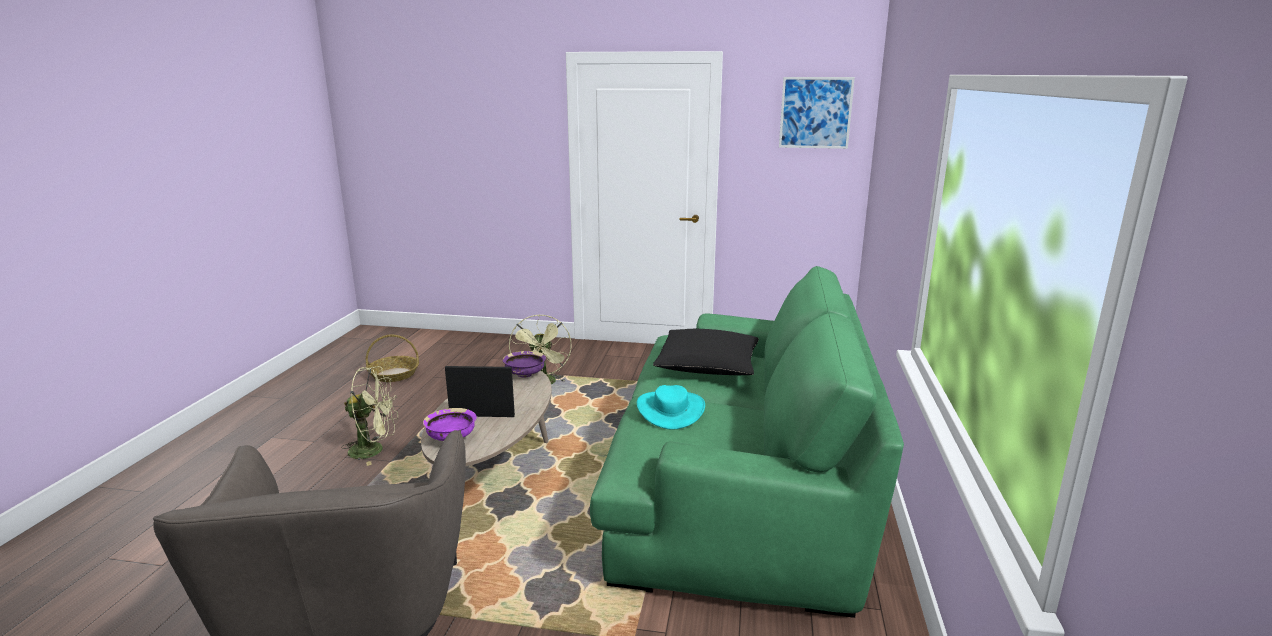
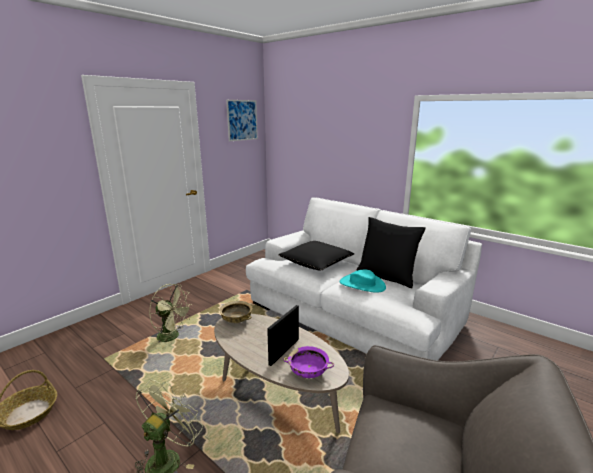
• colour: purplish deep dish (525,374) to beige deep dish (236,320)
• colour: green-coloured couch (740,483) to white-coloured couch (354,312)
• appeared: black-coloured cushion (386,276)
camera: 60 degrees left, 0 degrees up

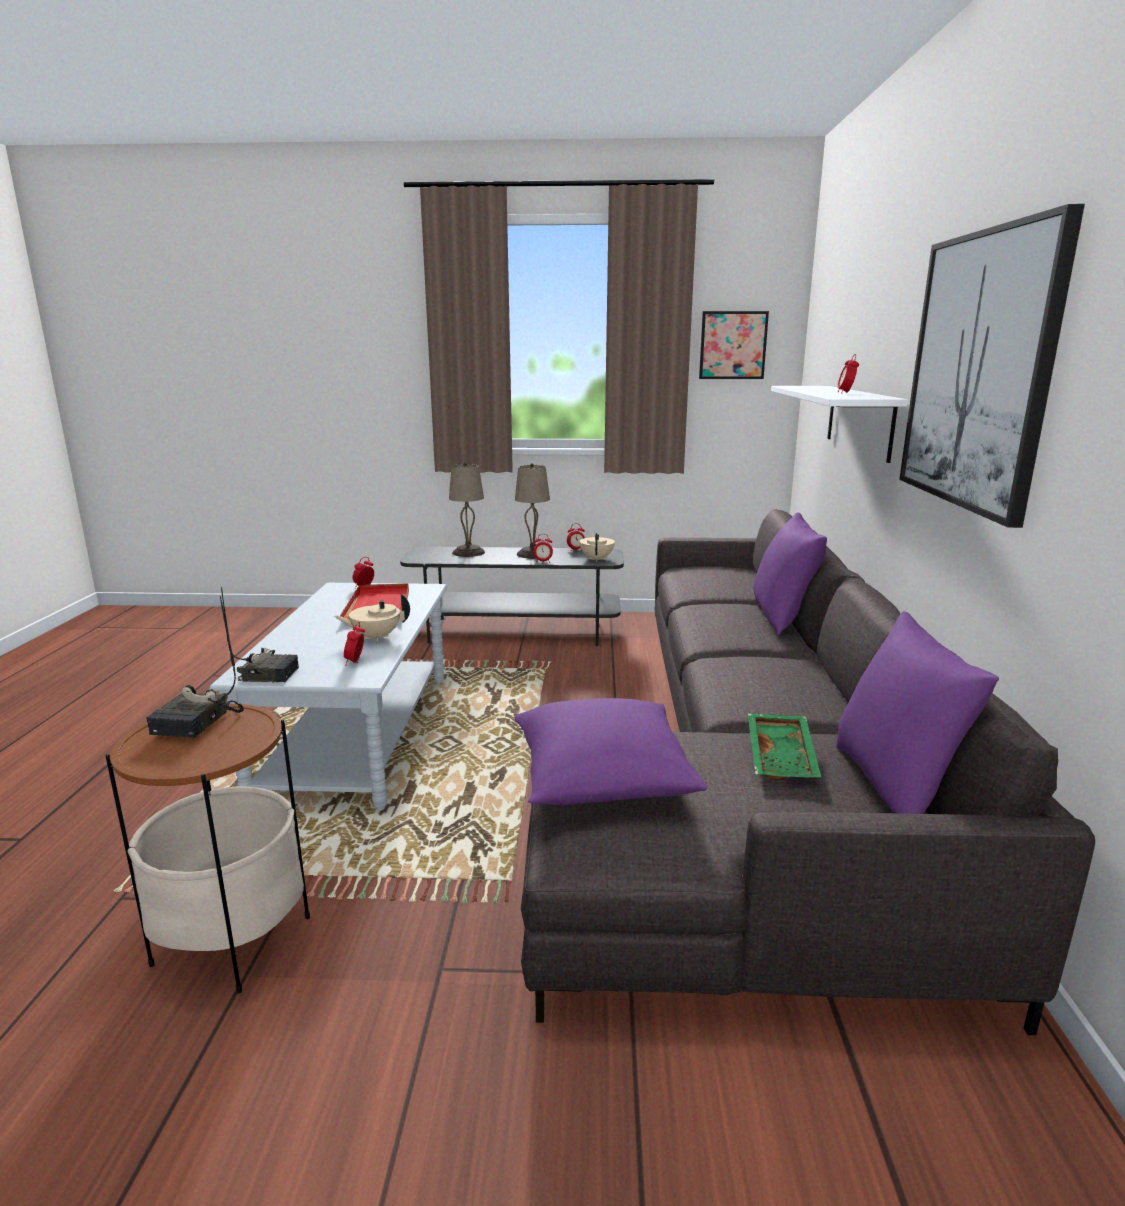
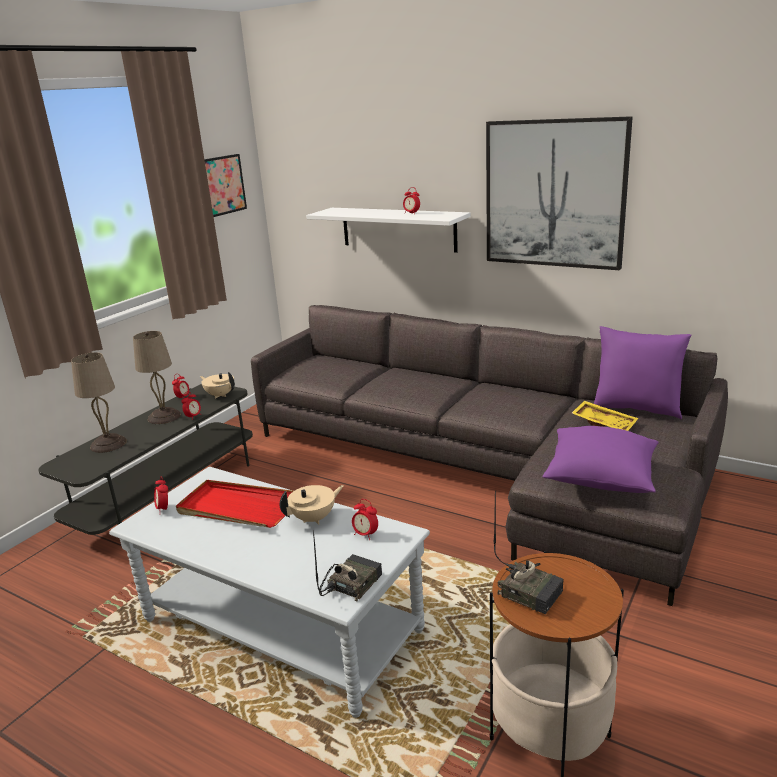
• spun: beige pot for tea (375,637) = (314,518) 135 degrees counterclockwise
• colour: green-coloured tray (783,757) to yellow tray (604,423)
• missing: purplish cushion (783,618)
camera: 60 degrees left, 5 degrees up

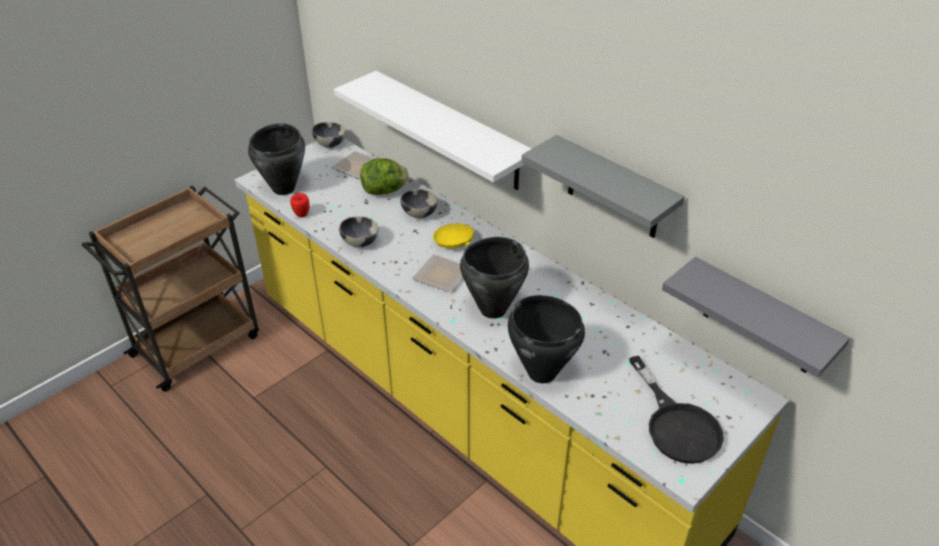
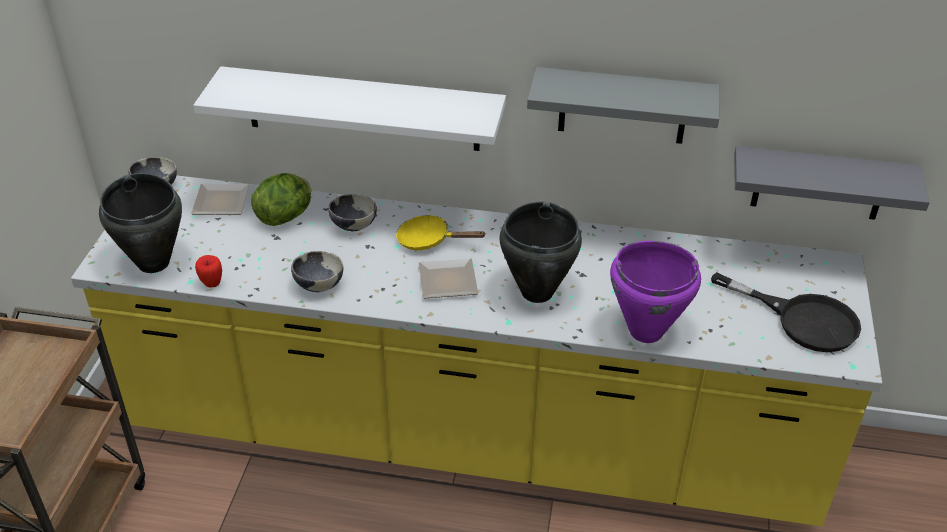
• colour: black-coloured saucepot (541,372) to purplish saucepot (645,331)
camera: 35 degrees left, 0 degrees up

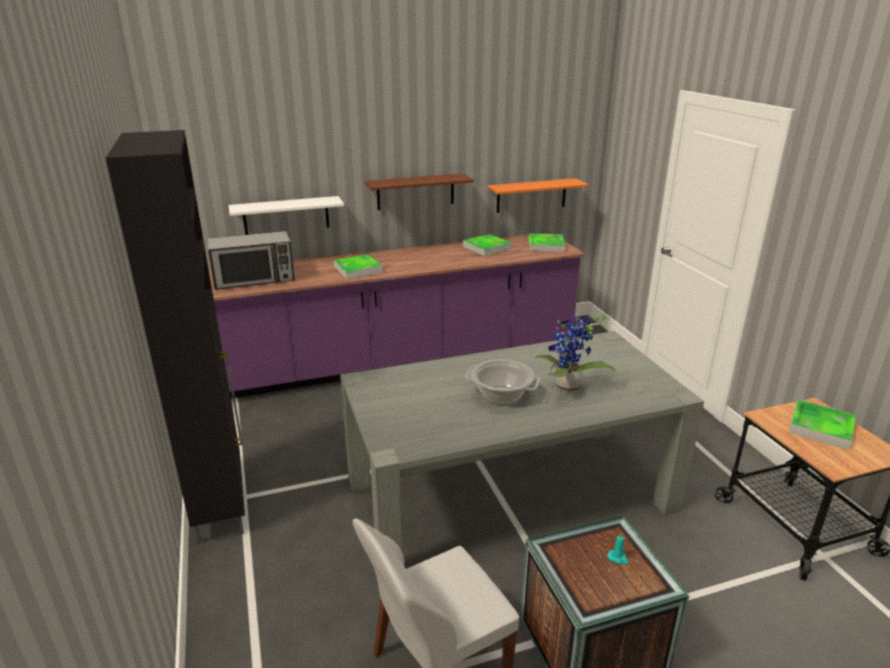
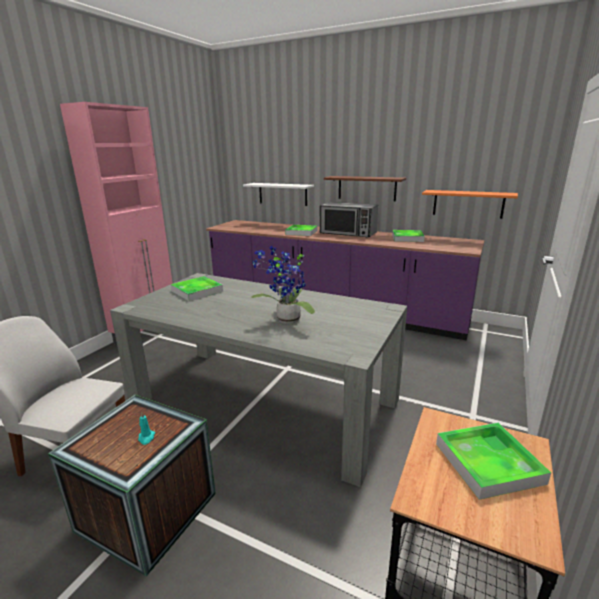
• colour: black-coloured storage cabinet (221,503) to pinkish storage cabinet (147,334)
• relocated: microwave oven (254,280) to (348,233)
• missing: saucepot (501,395)
• relocated: tray (546,245) to (197,291)
camera: 45 degrees right, 5 degrees down

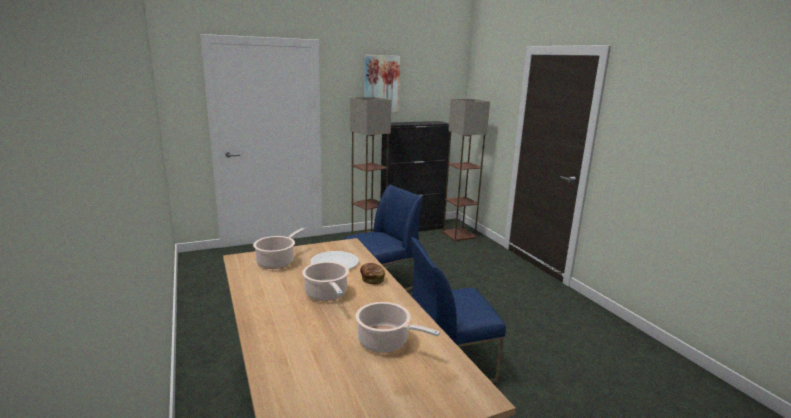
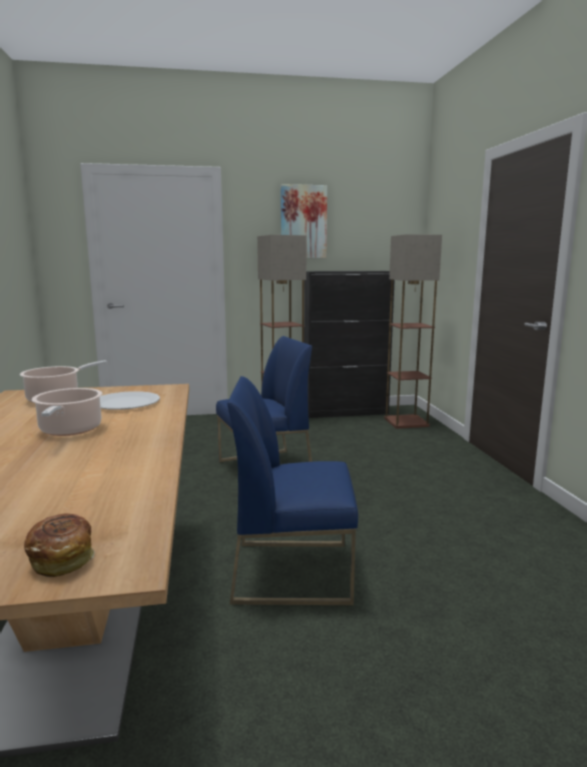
• missing: saucepot (385,342)
• relocated: bakery bread (372,279) to (62,559)
camera: 15 degrees right, 5 degrees down

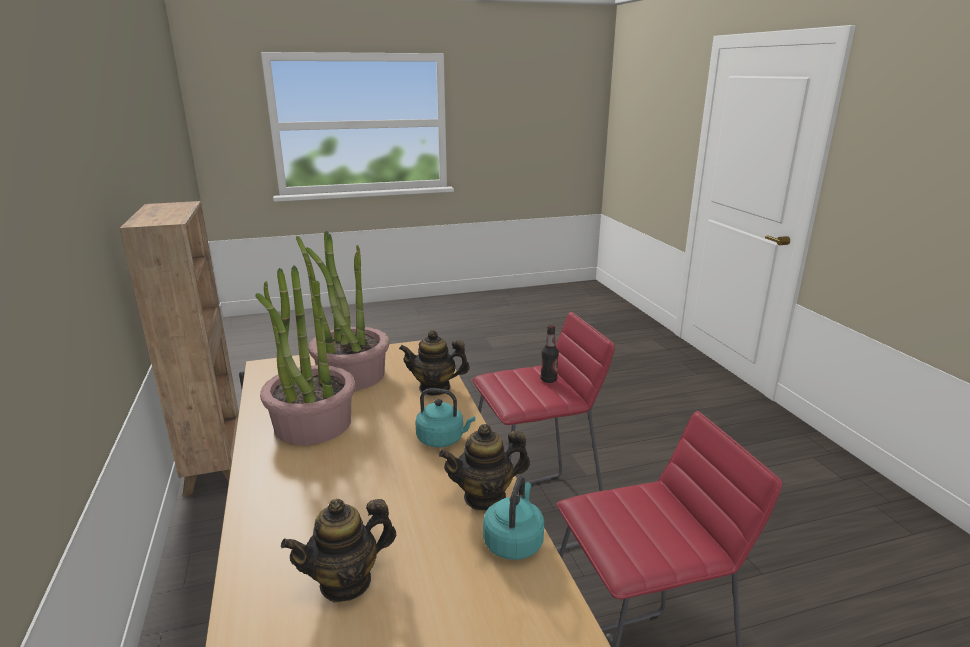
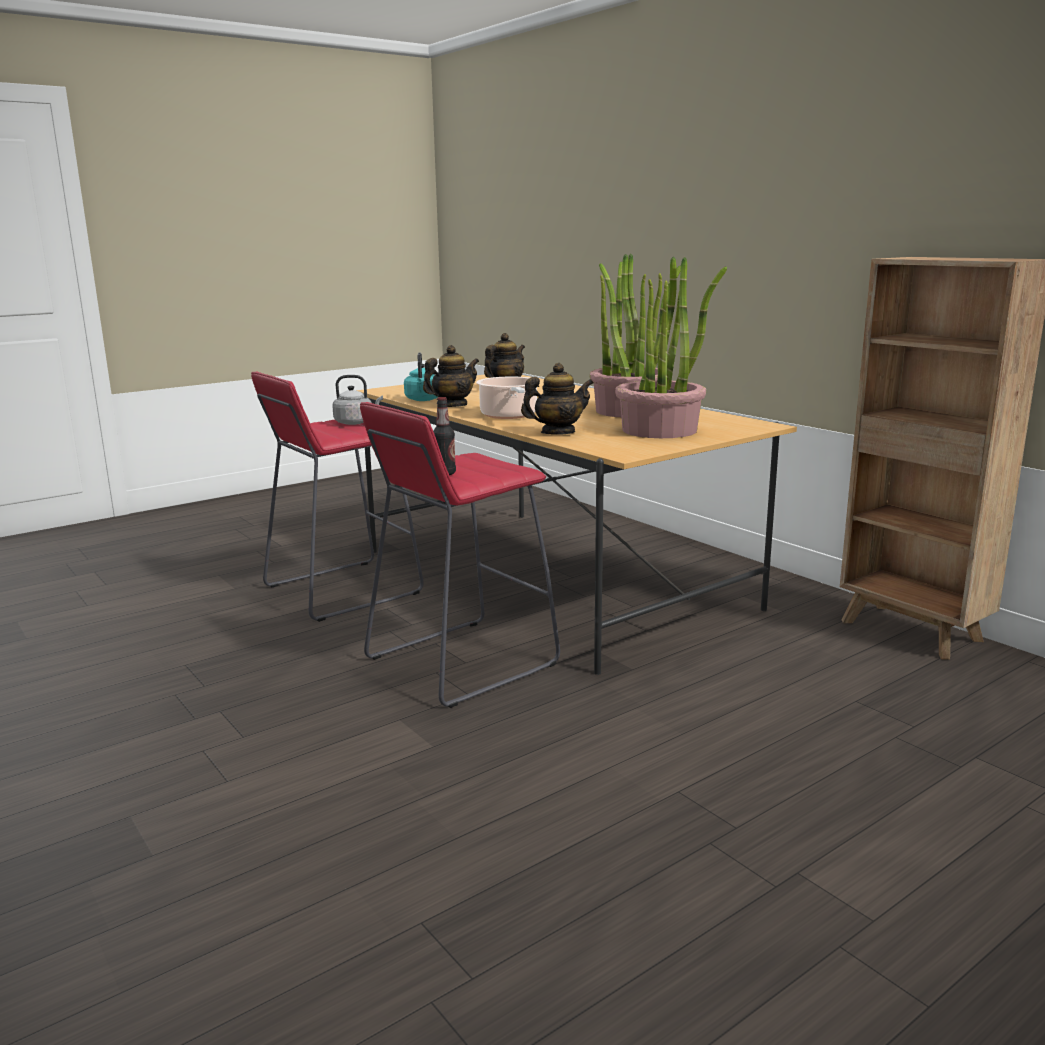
• exchanged: turquoise kettle (443,439) to saucepot (509,416)
• appeared: greyish kettle (356,422)
camera: 160 degrees right, 5 degrees down

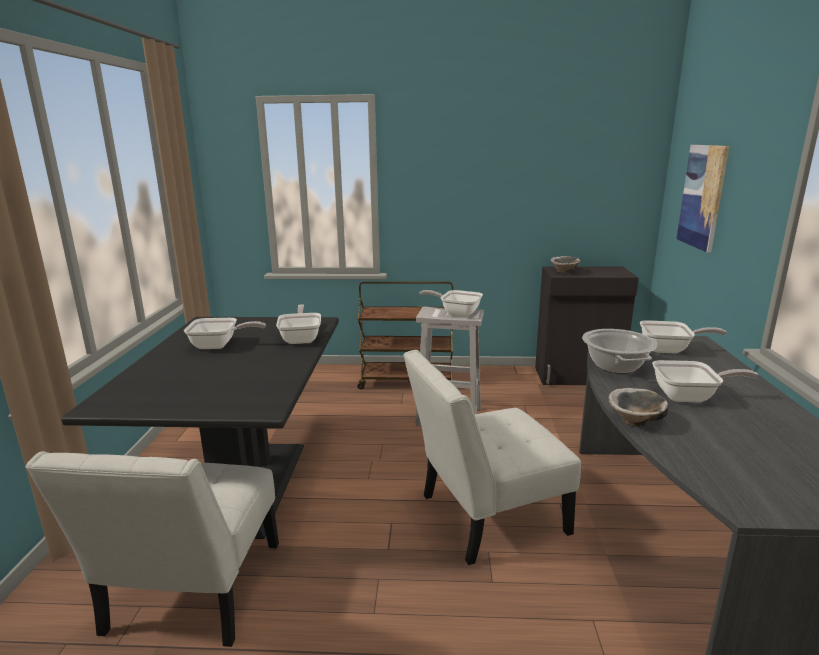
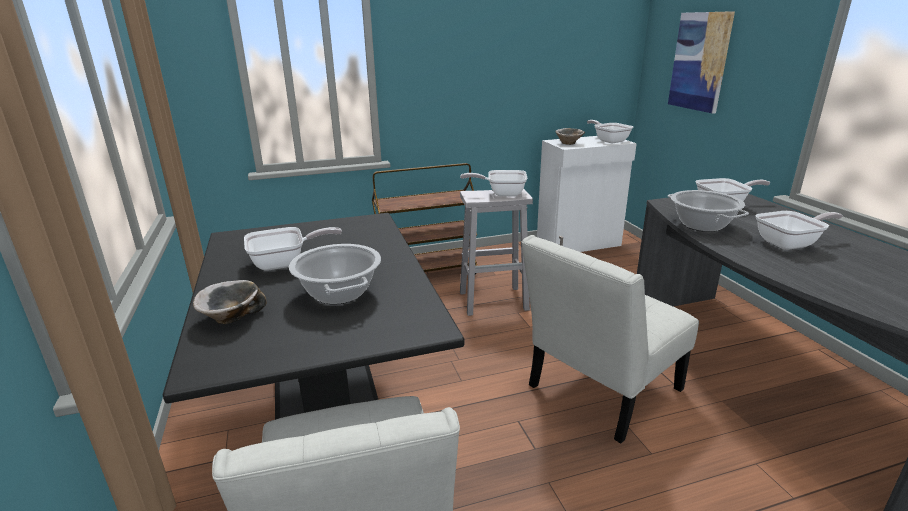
• relocated: pan (301,338) to (609,140)
• colour: black-coloured storage cabinet (578,377) to white-coloured storage cabinet (579,243)
• relocated: deep dish (635,421) to (231,318)
• appeared: saucepot (338,293)
camera: 20 degrees left, 5 degrees up

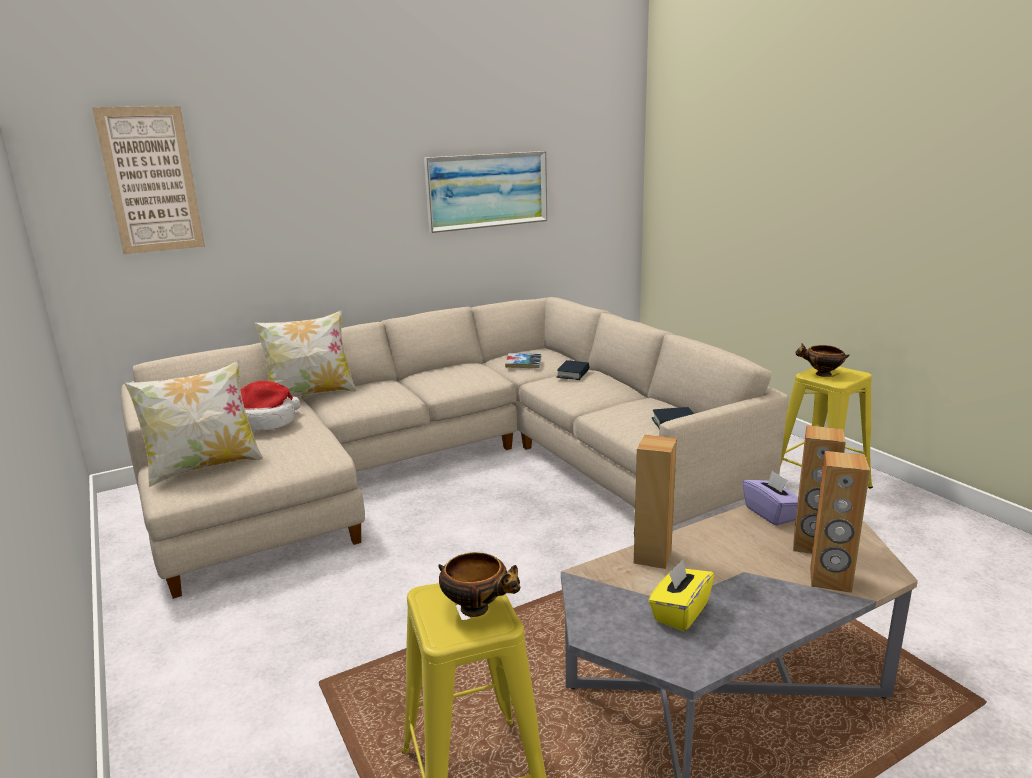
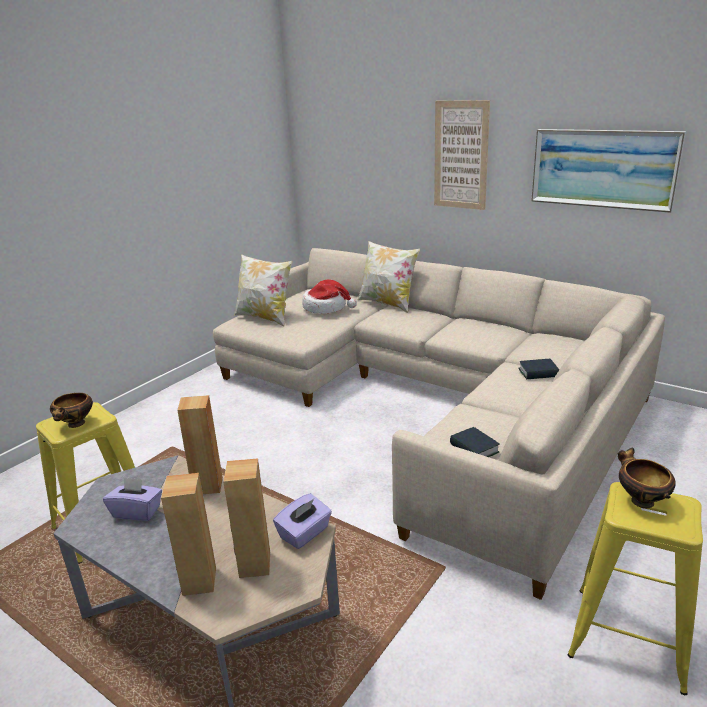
• relocated: picture (151,180) to (460,155)
• missing: volume (523,364)
• colour: yellow tissue box (680,612) to purplish tissue box (137,512)
camera: 65 degrees right, 5 degrees up

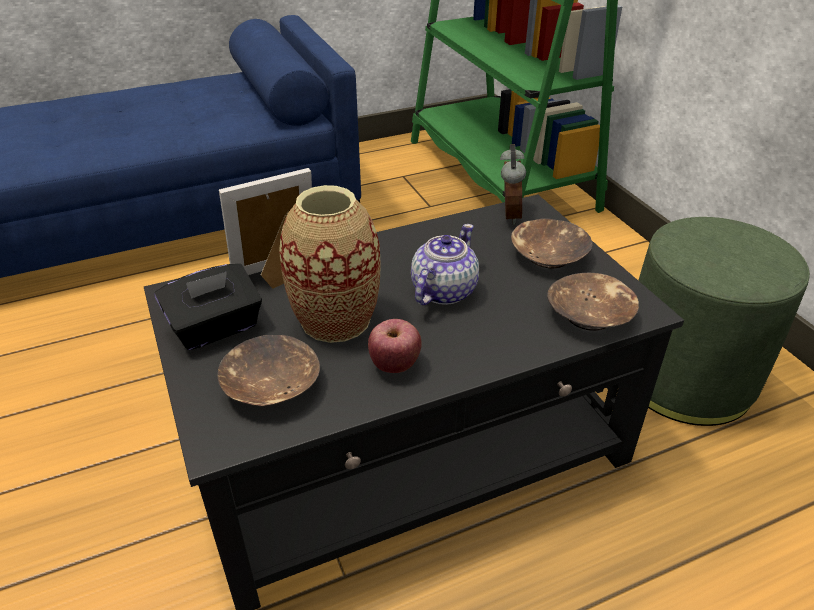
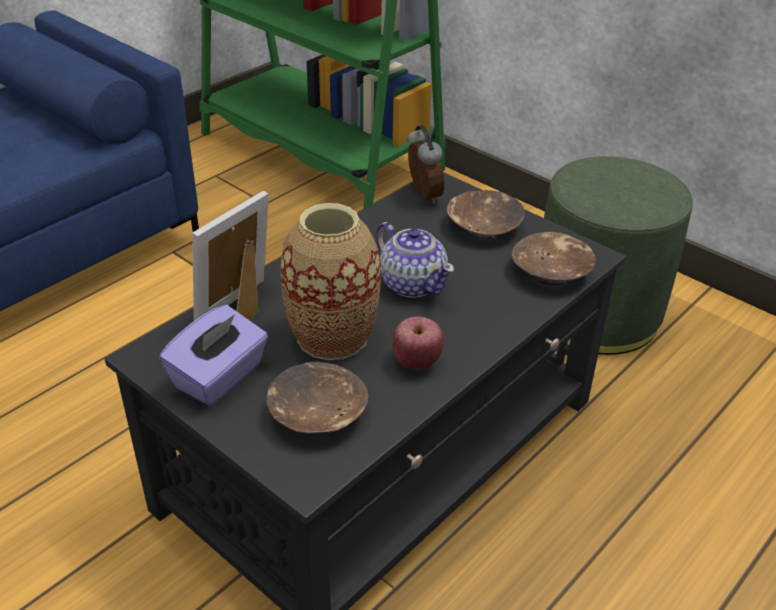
• colour: black-coloured tissue box (216,328) to purplish tissue box (219,377)
• spun: pot for tea (442,291) = (412,283) 135 degrees clockwise
camera: 25 degrees left, 0 degrees up

